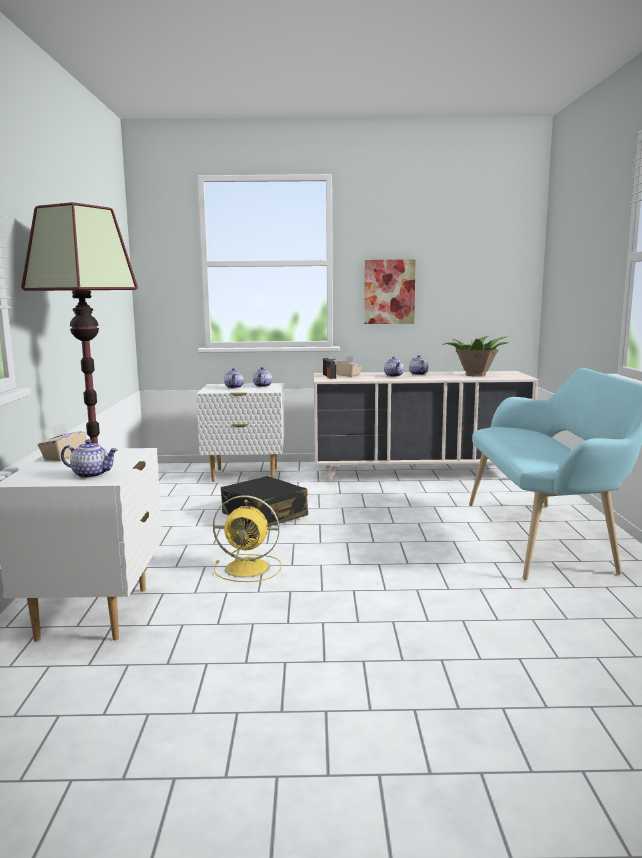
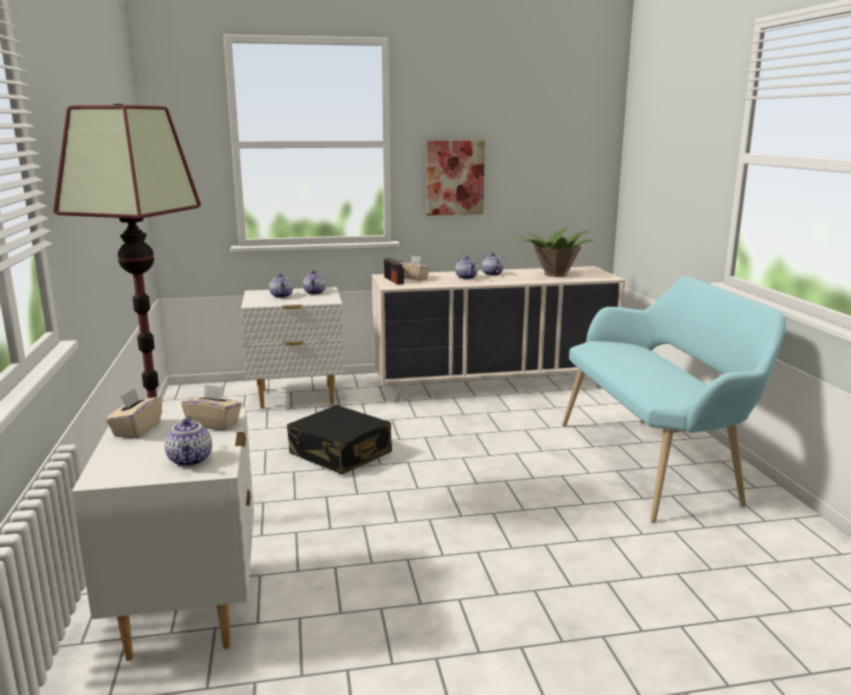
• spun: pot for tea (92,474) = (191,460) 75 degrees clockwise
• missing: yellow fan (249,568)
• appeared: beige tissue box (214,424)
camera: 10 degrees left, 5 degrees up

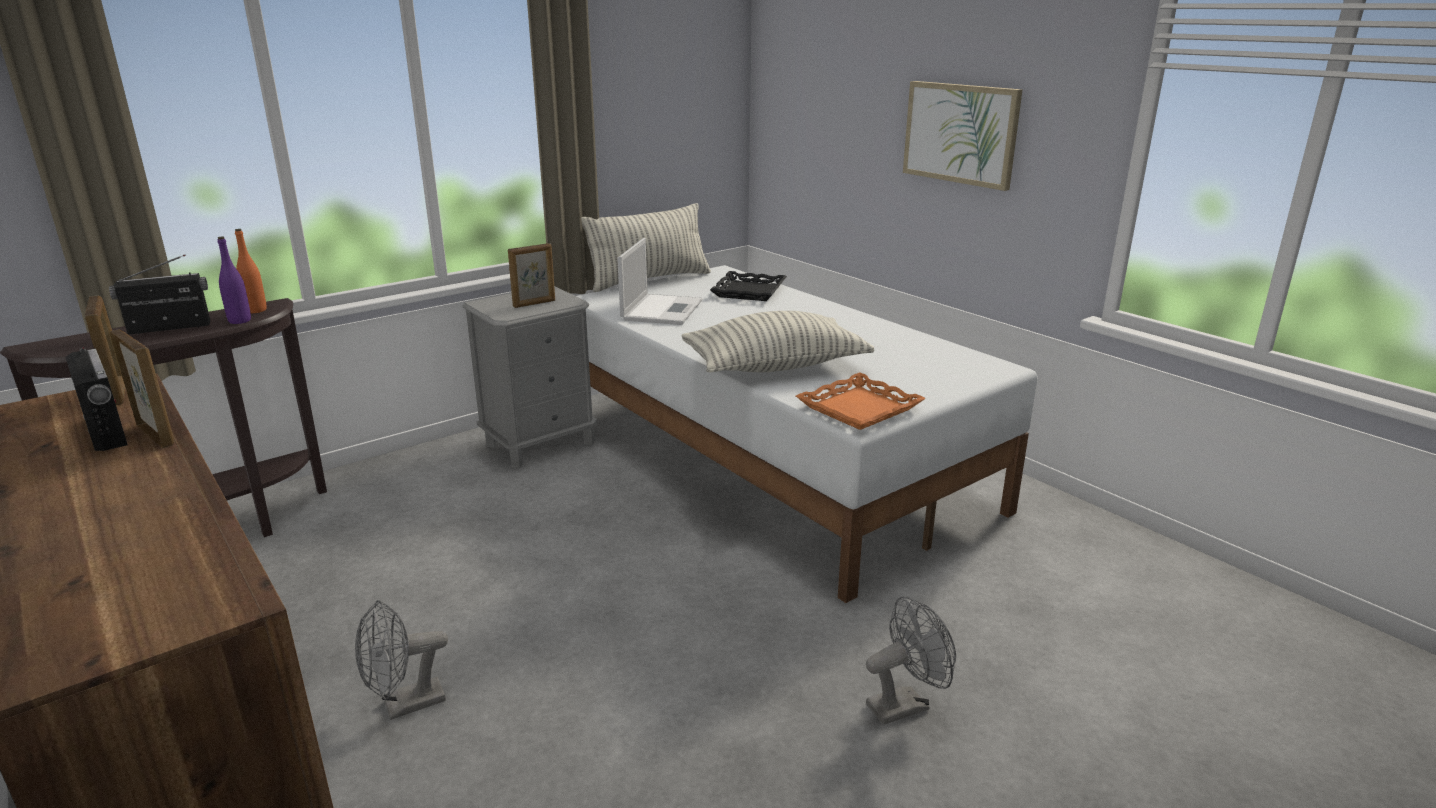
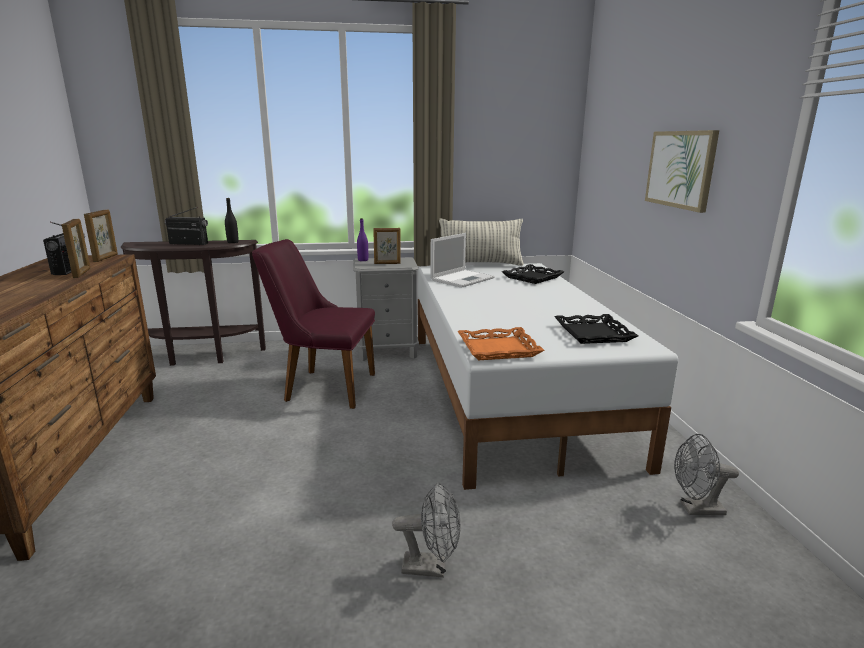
• relocated: purplish drink bottle (240,321) to (363,260)
• colour: orange-coloured drink bottle (255,310) to black-coloured drink bottle (233,242)
• relocated: greyish fan (405,705) to (696,509)
• missing: cushion (775,367)
• appeared: purplish plain chair (322,387)
• appeared: black-coloured tray (592,333)
camera: 30 degrees right, 5 degrees down

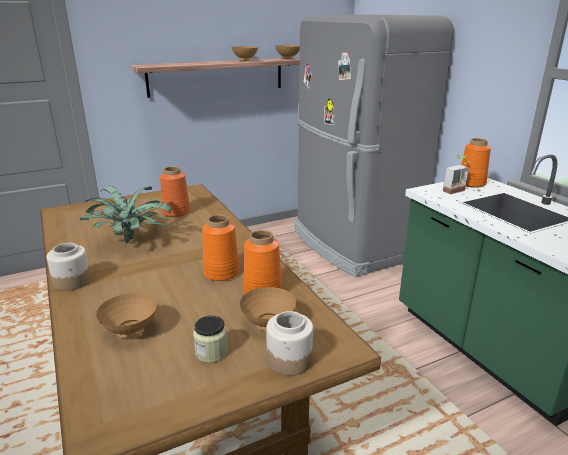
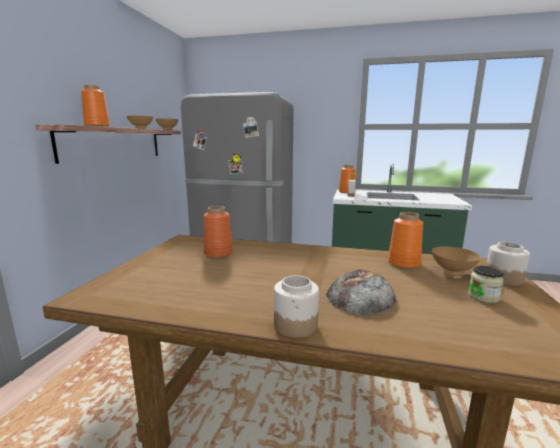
• missing: potted plant (132,241)
• missing: brown deep dish (130,330)
• relocated: orange-coloured vase (222,272) to (97,126)
• appeared: bakery bread (361,295)
camera: 50 degrees left, 10 degrees down

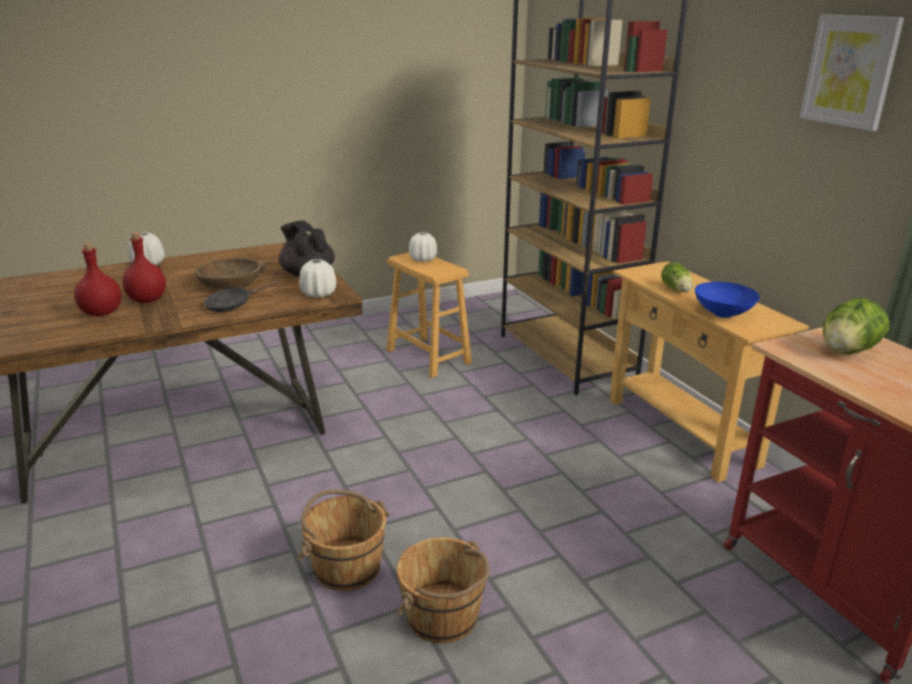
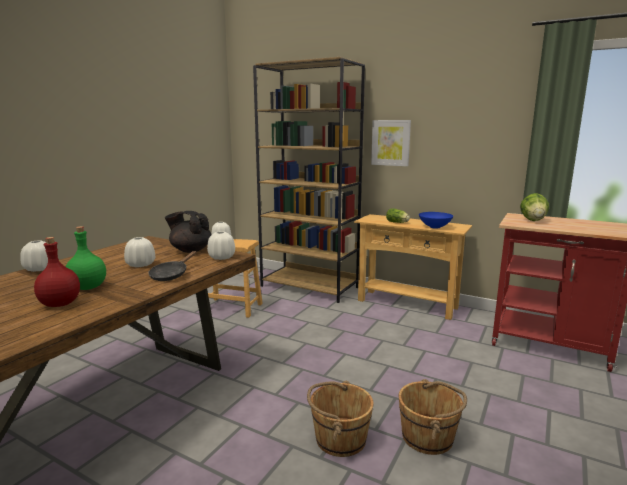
• colour: red drink bottle (147,300) to green-coloured drink bottle (88,287)
• exchanged: brown deep dish (230,282) to white-coloured vase (140,265)
• relocated: picture (850,71) to (391,143)
camera: 35 degrees left, 10 degrees down

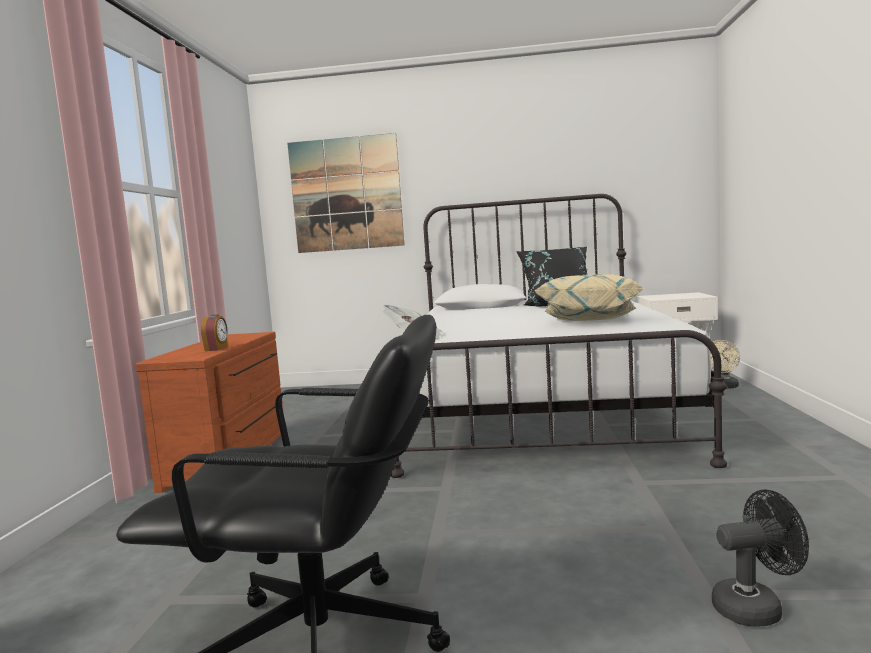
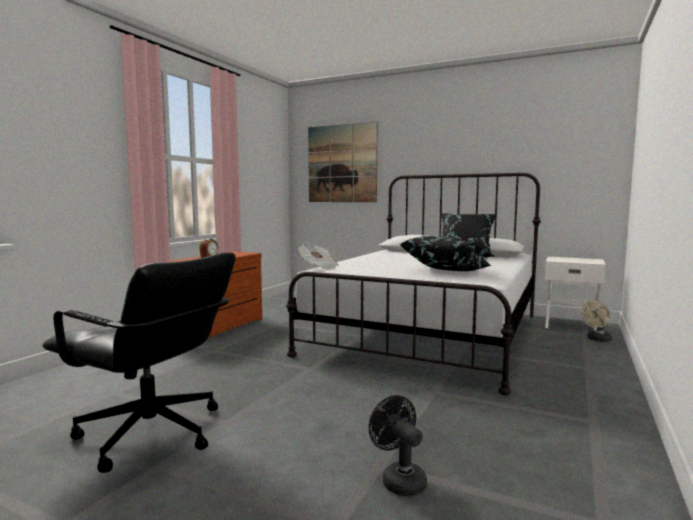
• colour: beige cushion (589,322) to black-coloured cushion (446,271)
• spun: black-coloured fan (756,607) = (399,479) 135 degrees counterclockwise
camera: 20 degrees right, 0 degrees up

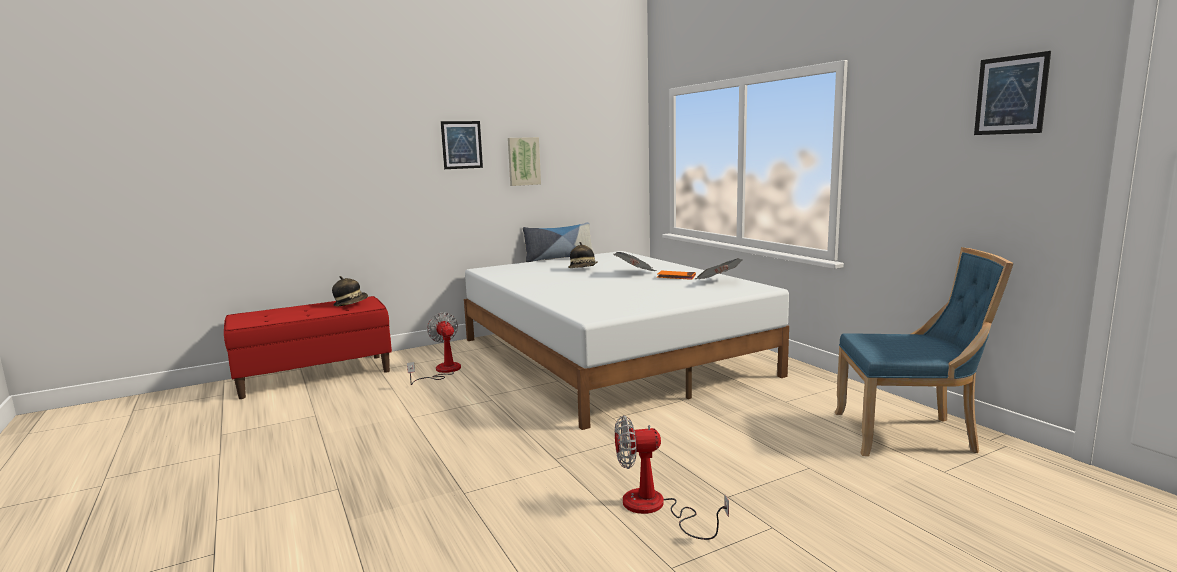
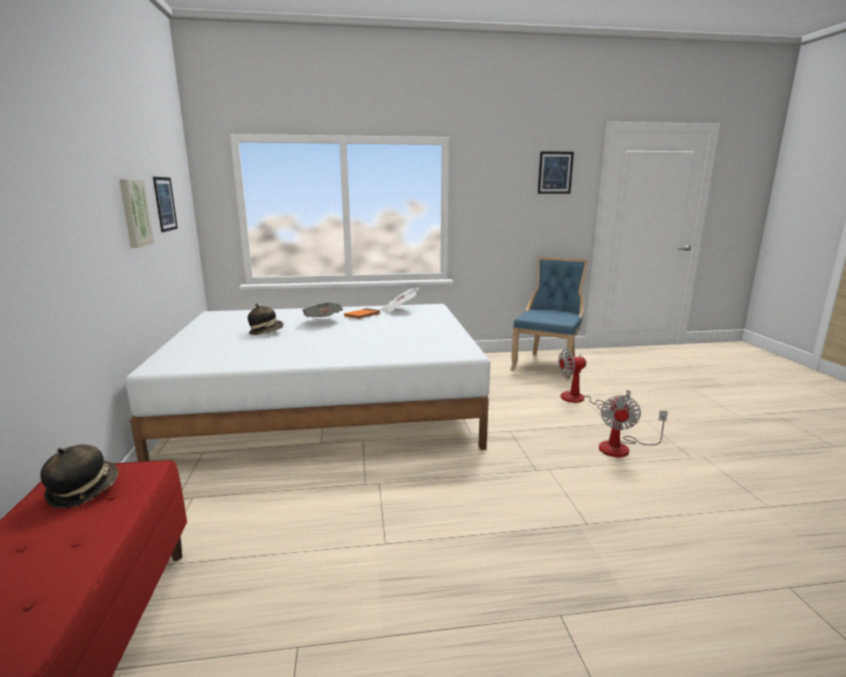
• relocated: fan (442,371) to (580,400)
• relocated: picture (461,145) to (165,204)
• missing: cushion (559,258)
camera: 70 degrees left, 5 degrees up

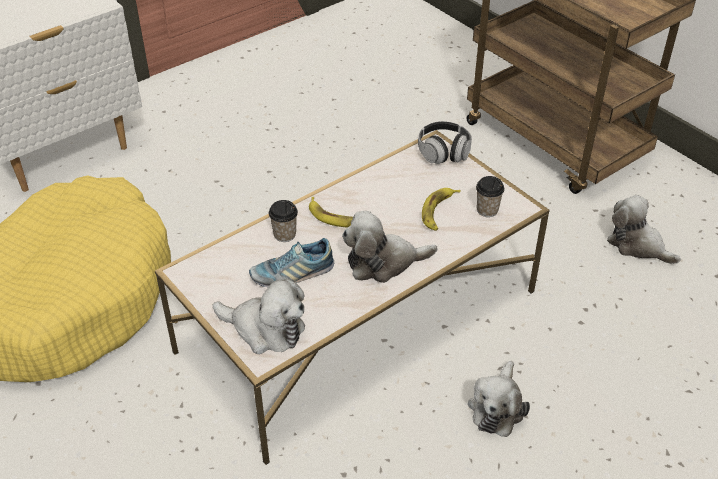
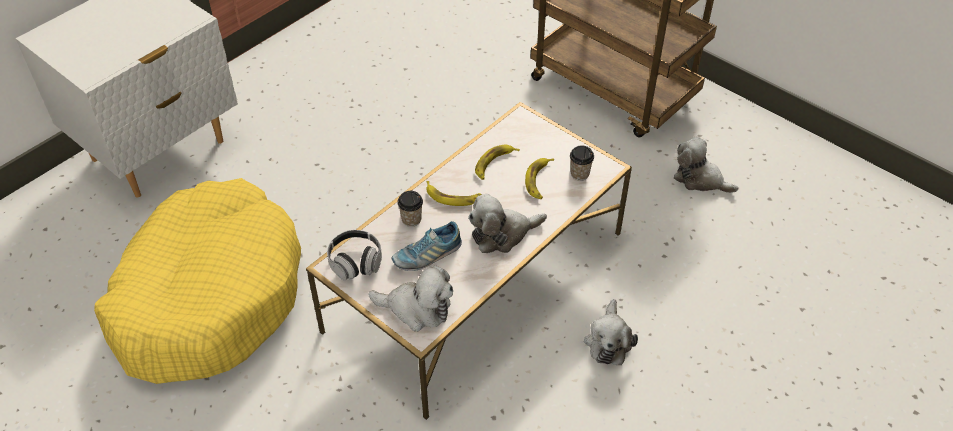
• relocated: headset (443,152) to (355,262)
• appeared: banana (494,164)
camera: 10 degrees left, 5 degrees up

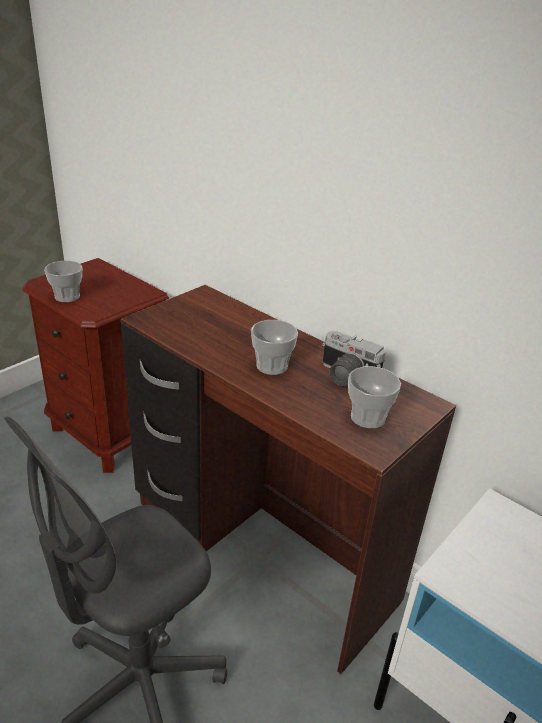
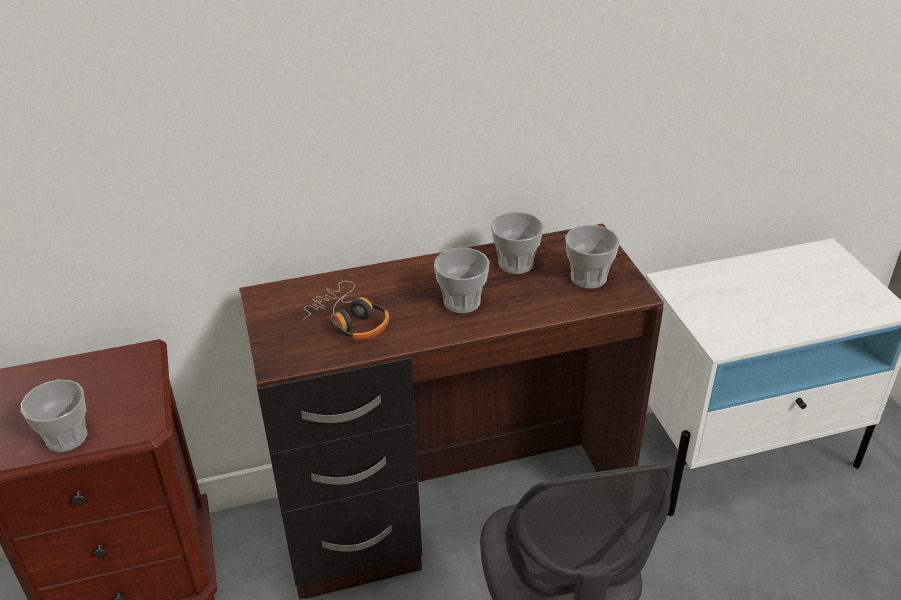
• exchanged: still camera (344,376) to drinking cup (516,264)
• appeared: headset (349,321)
camera: 55 degrees left, 5 degrees up

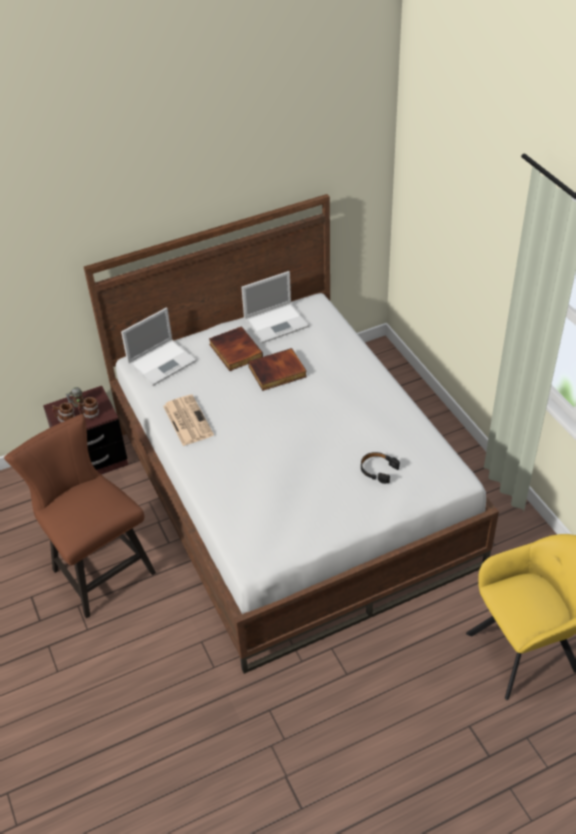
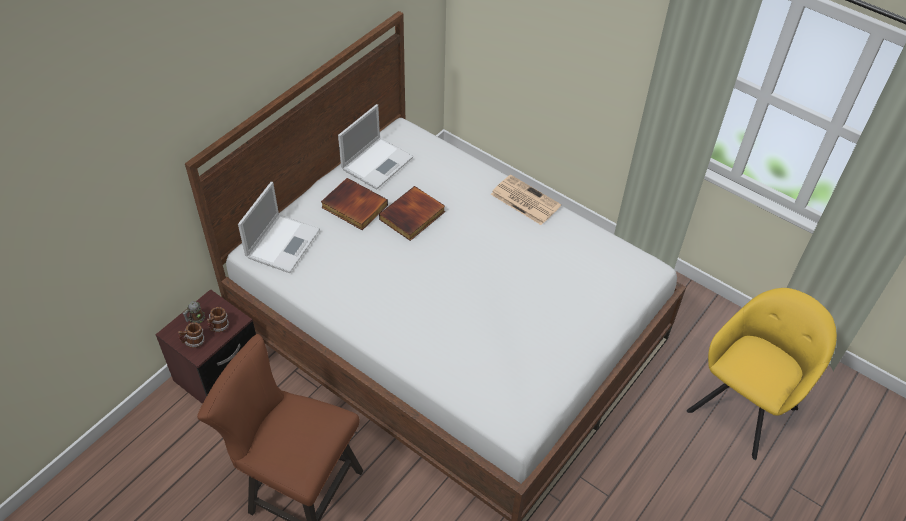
• relocated: daily paper (187,420) to (524,200)
• missing: black-coloured headset (378,470)
camera: 30 degrees left, 5 degrees up

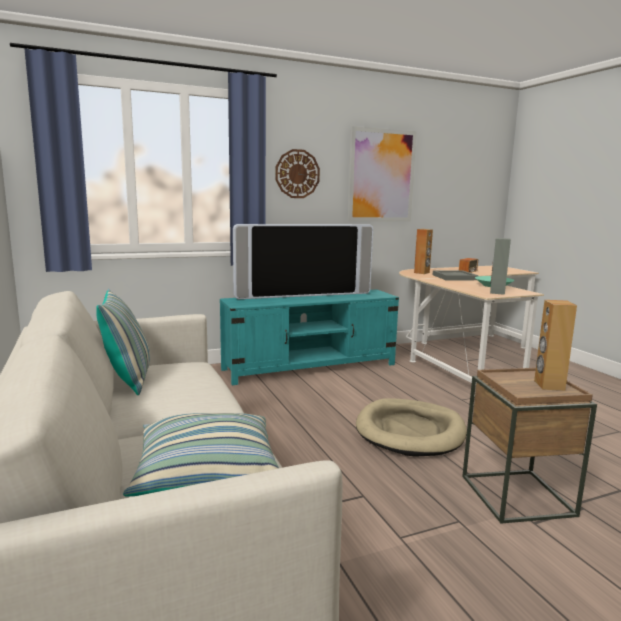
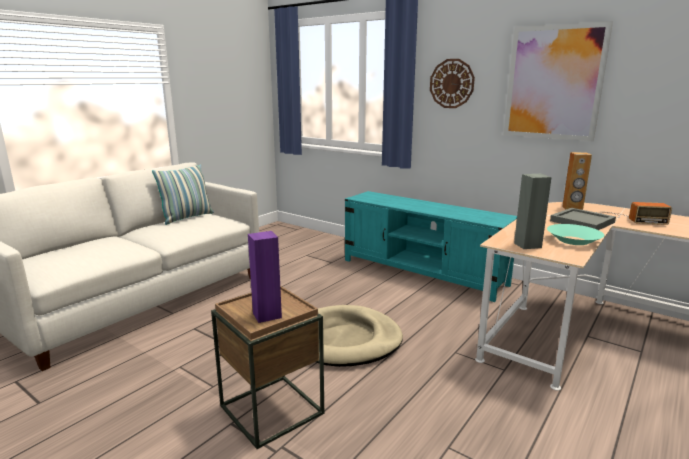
• missing: cushion (206,476)
• missing: TV (303,295)
• colour: brown speaker (548,385) to purplish speaker (267,315)
camera: 60 degrees right, 5 degrees up

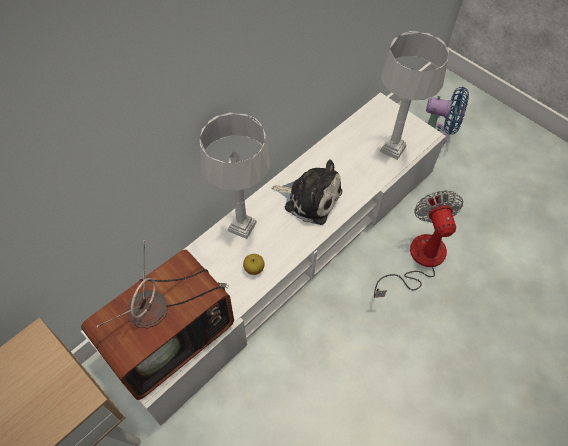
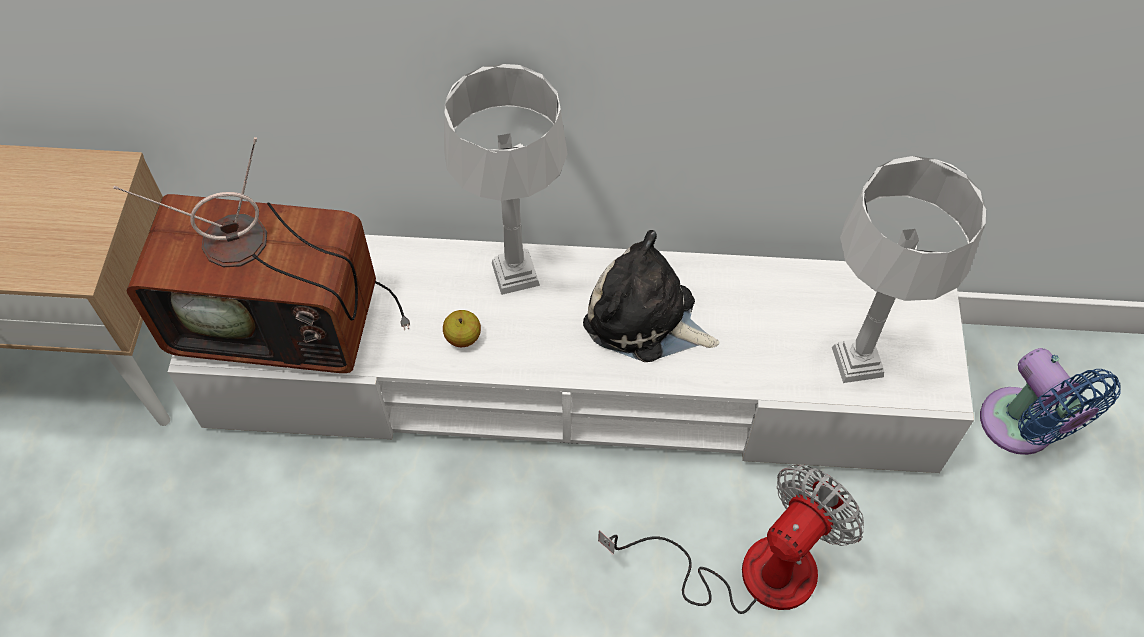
• spun: soft toy (309,198) = (645,319) 135 degrees clockwise
camera: 50 degrees right, 0 degrees up

